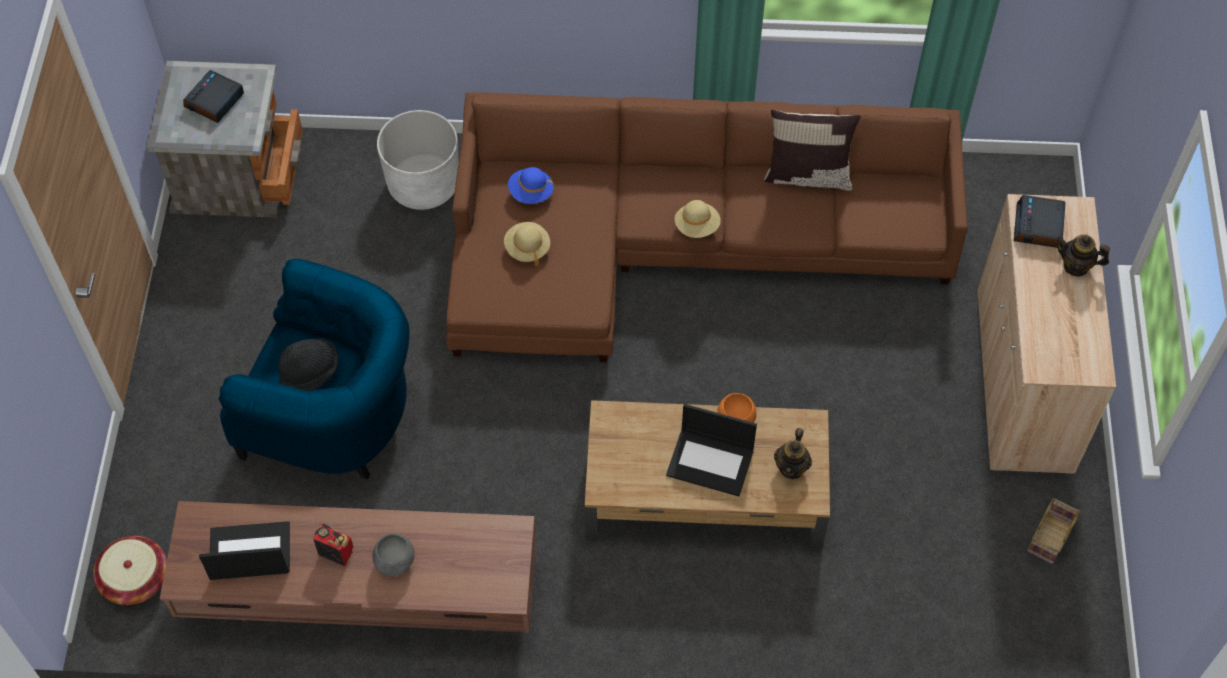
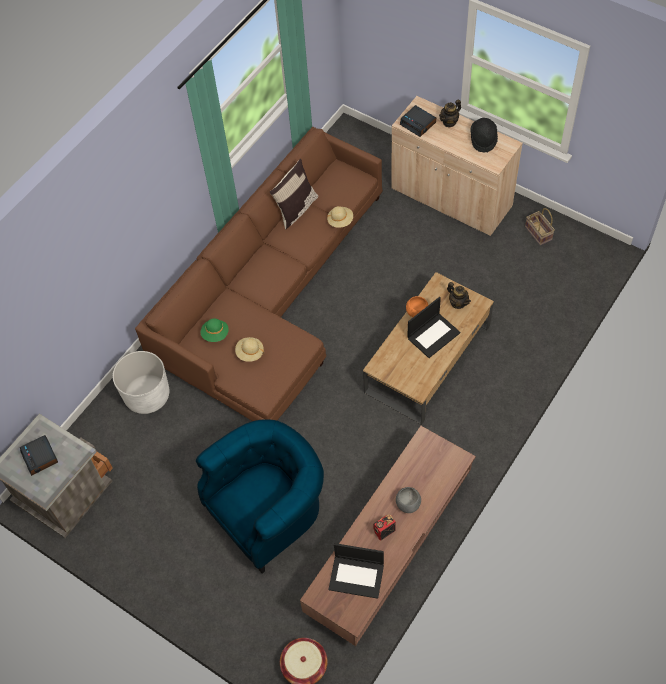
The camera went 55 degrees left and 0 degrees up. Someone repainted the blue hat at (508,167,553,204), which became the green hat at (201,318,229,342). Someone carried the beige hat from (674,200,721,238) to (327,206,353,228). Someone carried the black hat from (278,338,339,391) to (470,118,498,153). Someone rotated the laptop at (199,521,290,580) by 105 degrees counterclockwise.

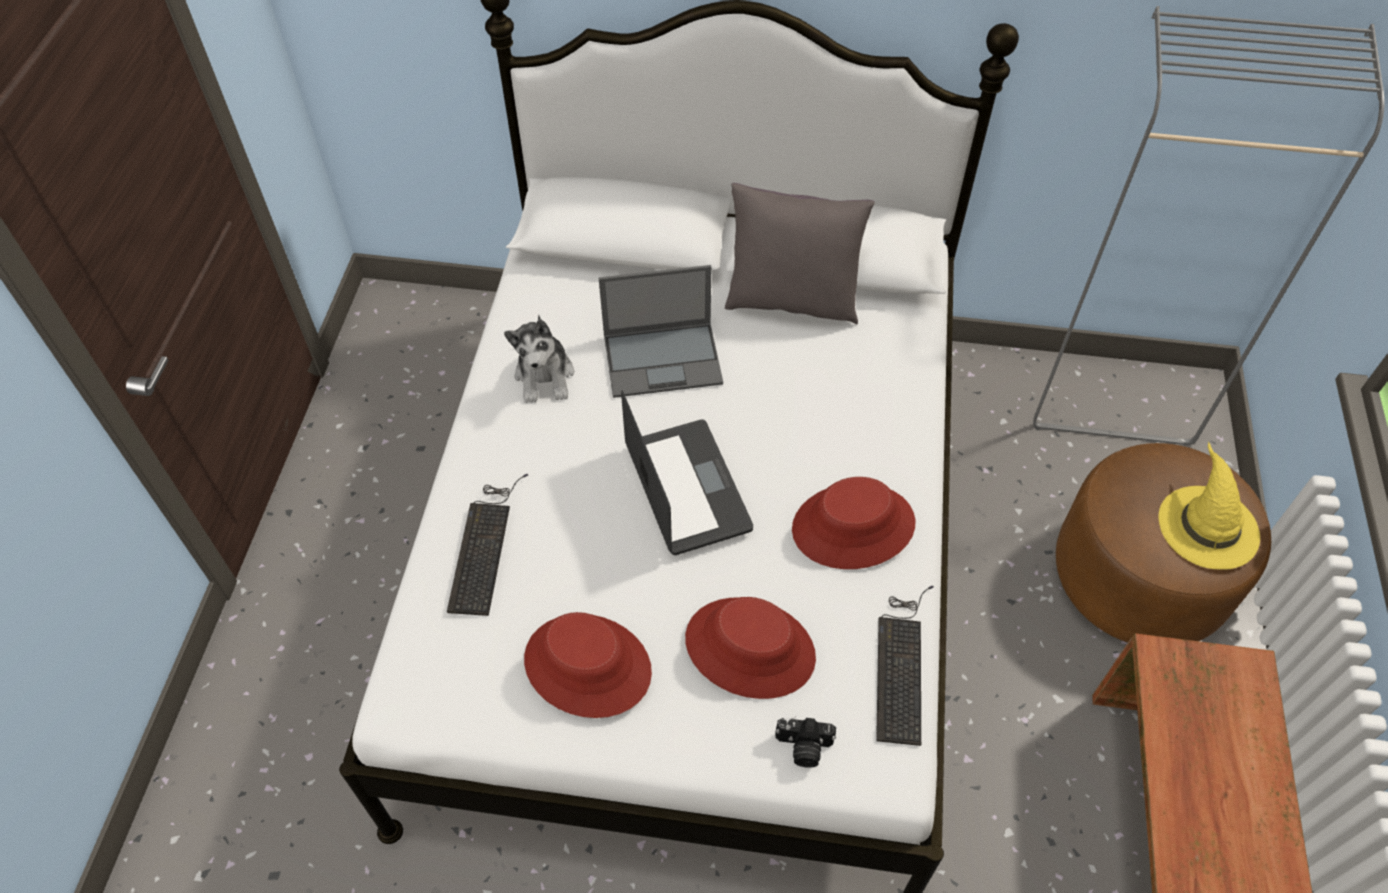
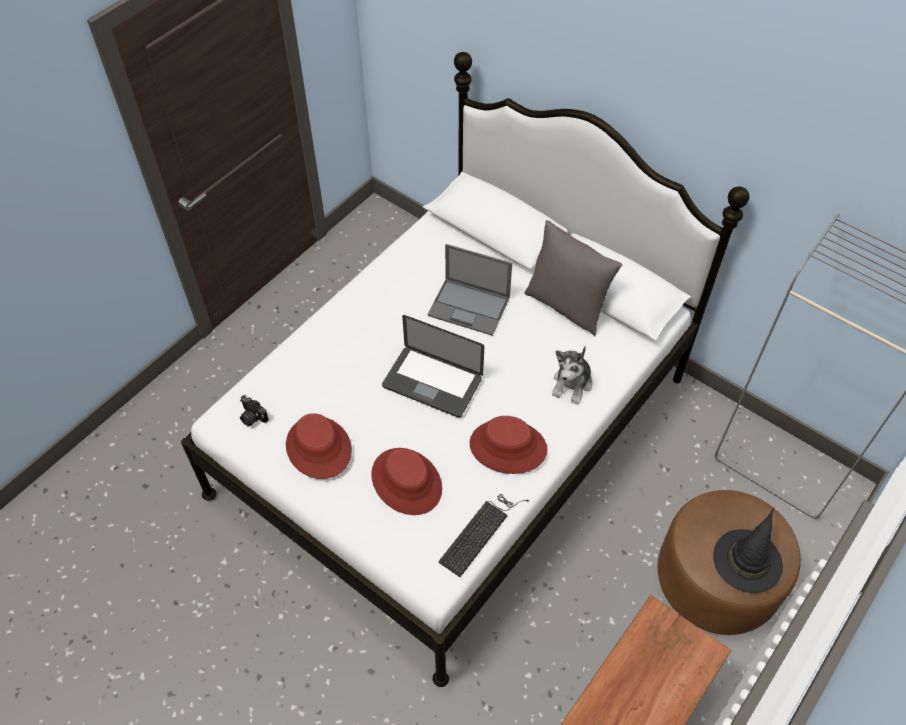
The camera went 30 degrees right and 0 degrees up. Someone carried the plush toy from (504,315,574,403) to (552,346,592,405). Someone rotated the laptop at (621,390,753,555) by 105 degrees clockwise. Someone repainted the yellow hat at (1159,442,1260,570), which became the black hat at (713,508,783,593). Someone took away the keyboard at (447,474,528,616). Someone carried the photo camera from (775,716,836,768) to (240,395,269,427).

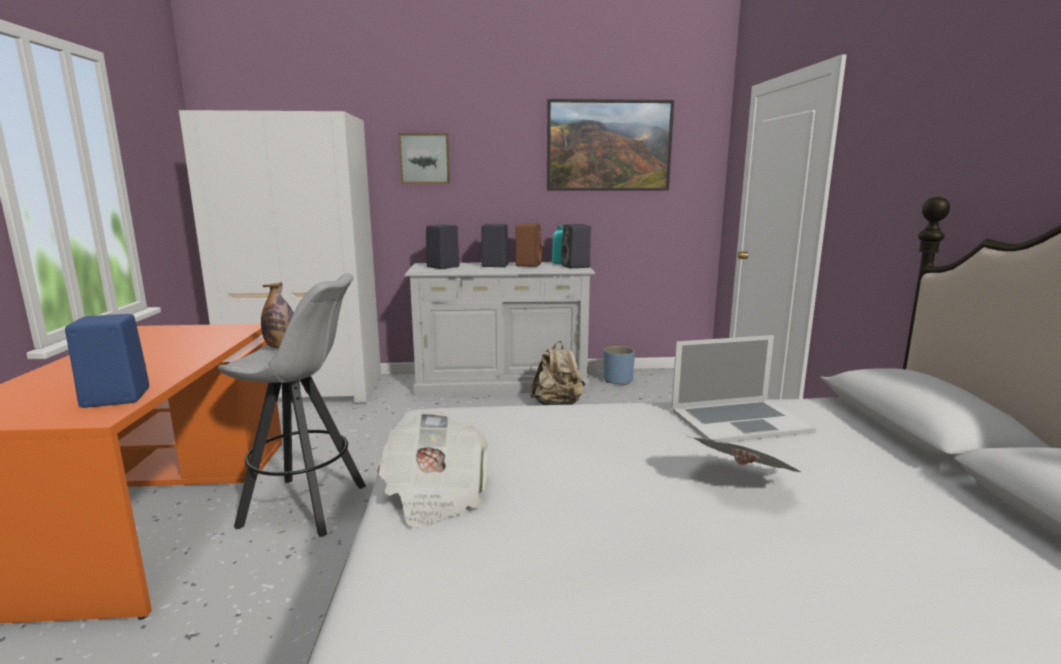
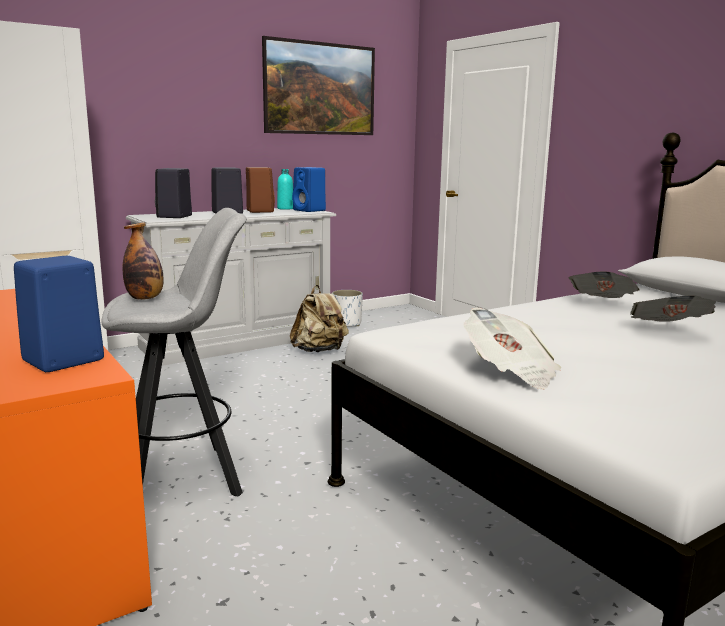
The camera went 30 degrees left and 0 degrees up. Someone took away the picture at (399,133,450,184). Someone repainted the black speaker at (561,224,591,268), which became the blue speaker at (292,167,326,212). Someone swapped the laptop at (671,335,816,442) for the newspaper at (569,272,640,298). Someone repainted the blue planter at (604,346,635,385), which became the white planter at (332,290,363,327).

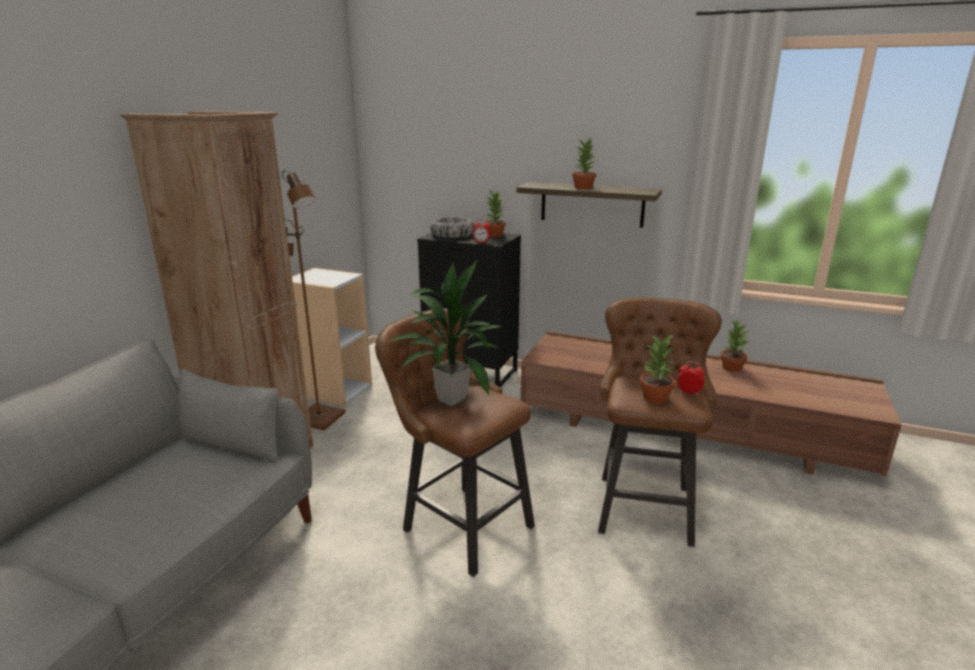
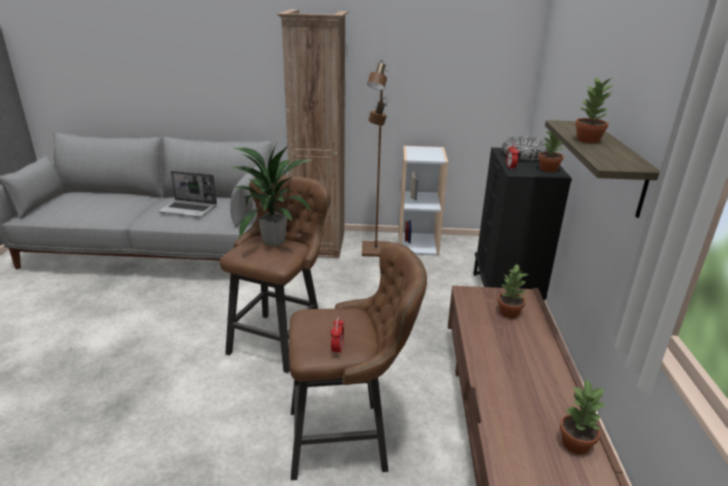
The camera went 70 degrees right and 5 degrees up. Someone carried the potted plant from (640,334,675,404) to (498,263,529,318). Someone put down the laptop at (158,171,217,217).

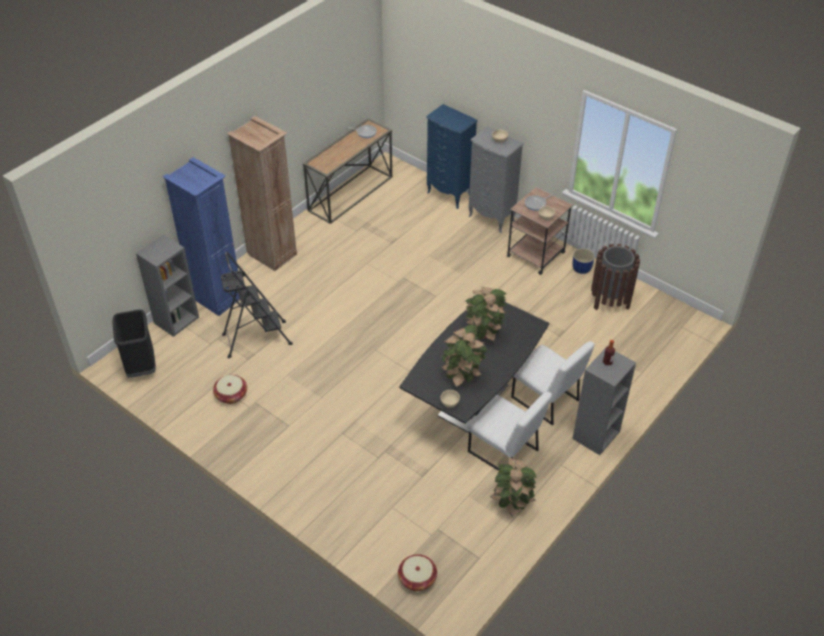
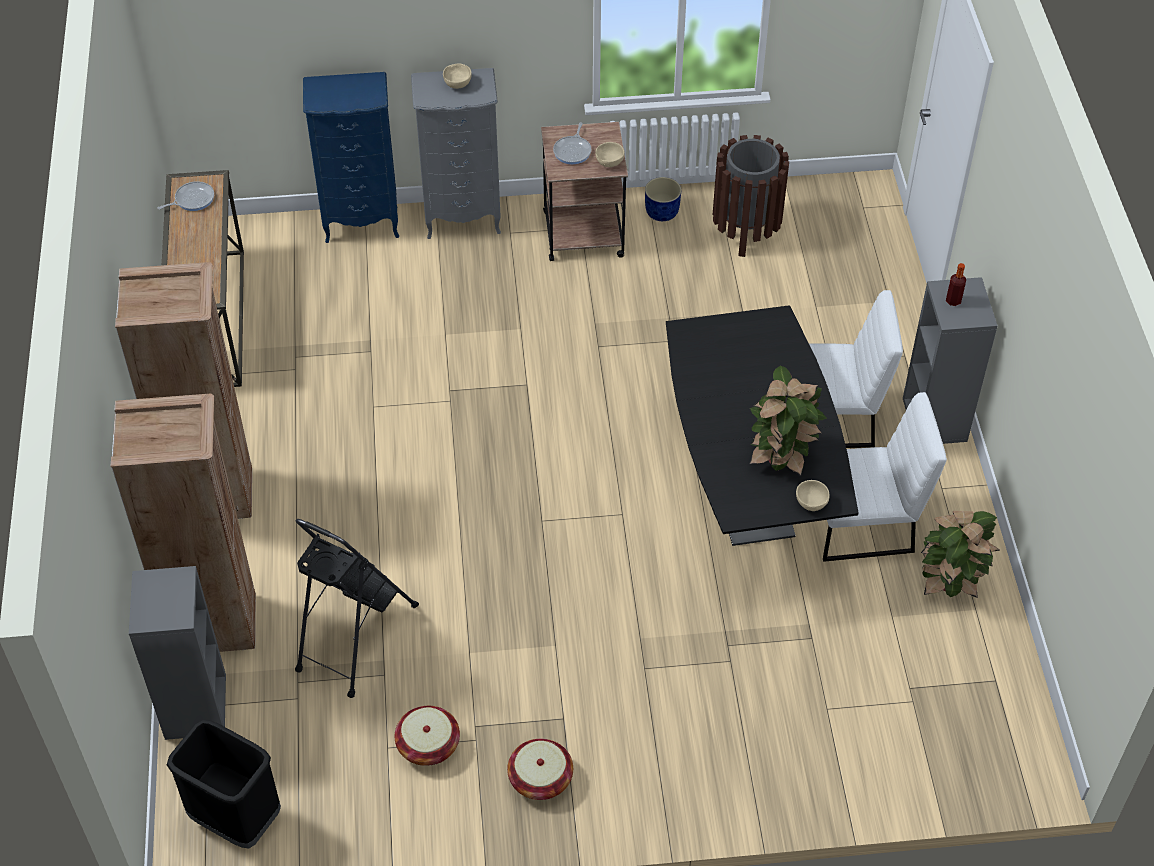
The camera went 45 degrees left and 5 degrees up. Someone repainted the blue cabinet at (163,157,240,316), which became the brown cabinet at (110,394,256,652). Someone took away the potted plant at (465,287,507,342). Someone carried the basket from (398,554,437,591) to (507,739,573,800).

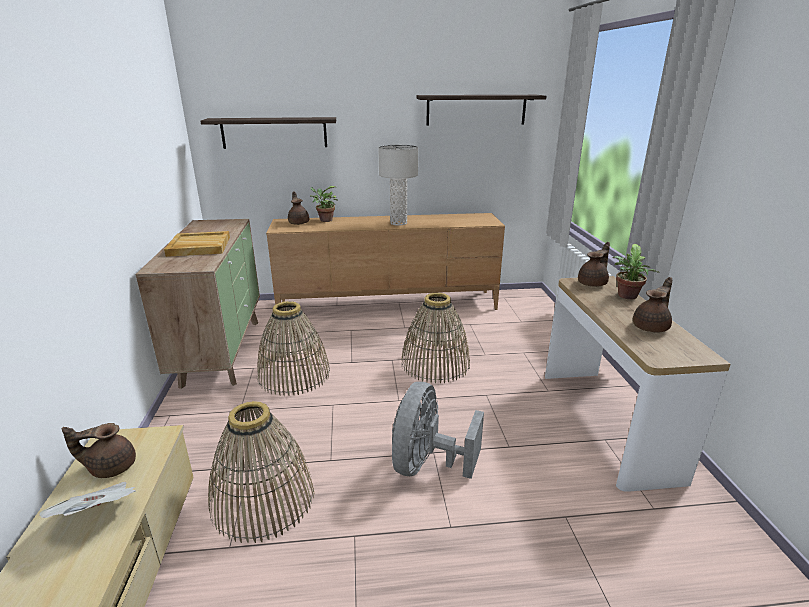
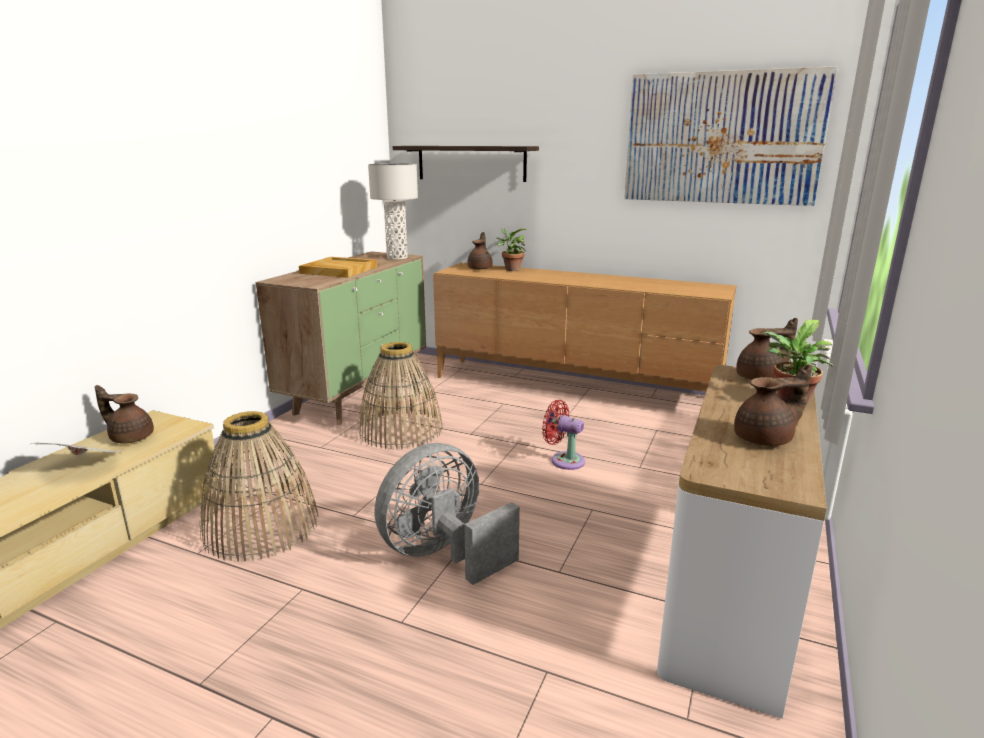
The camera went 30 degrees right and 5 degrees down. Someone swapped the shelf at (416,95,547,125) for the picture at (624,66,838,206). Someone carried the white table lamp from (378,145,418,226) to (368,163,418,260). Someone swapped the basket at (401,293,470,383) for the red fan at (542,400,585,470).

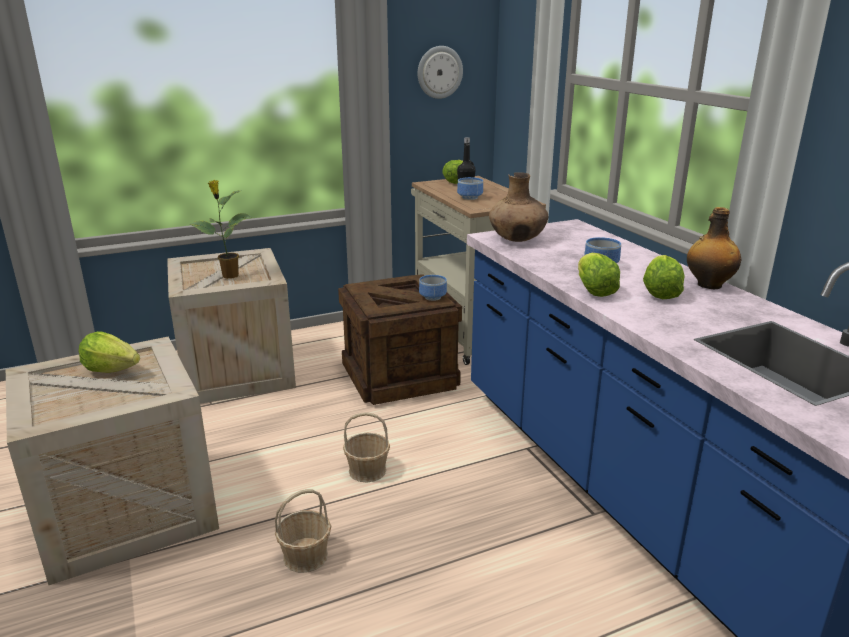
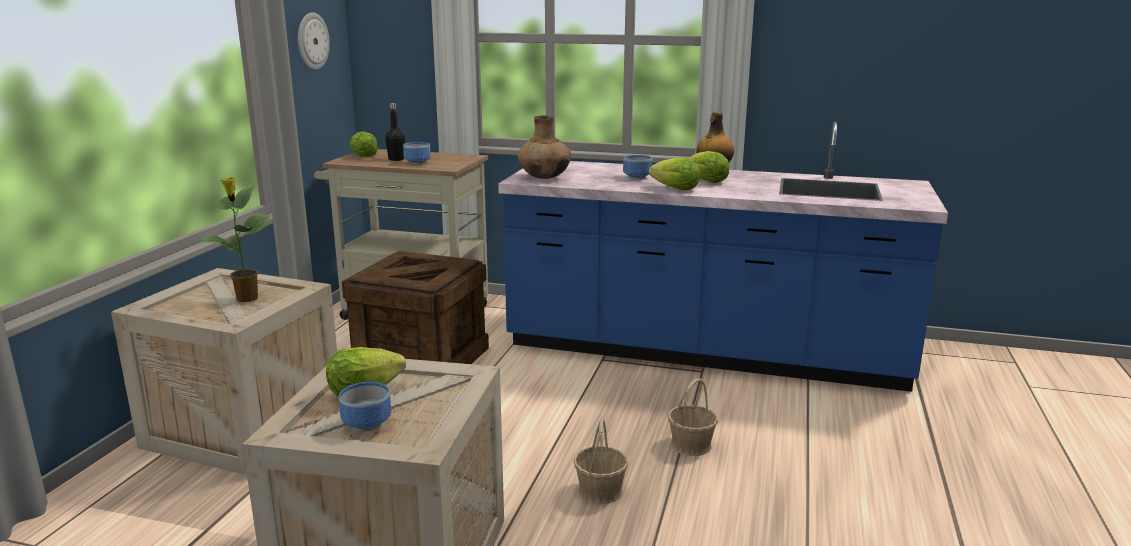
The camera went 50 degrees left and 5 degrees down. Someone carried the bowl from (419,275,447,301) to (339,382,391,431). Someone carried the basket from (343,412,390,483) to (668,378,718,456).

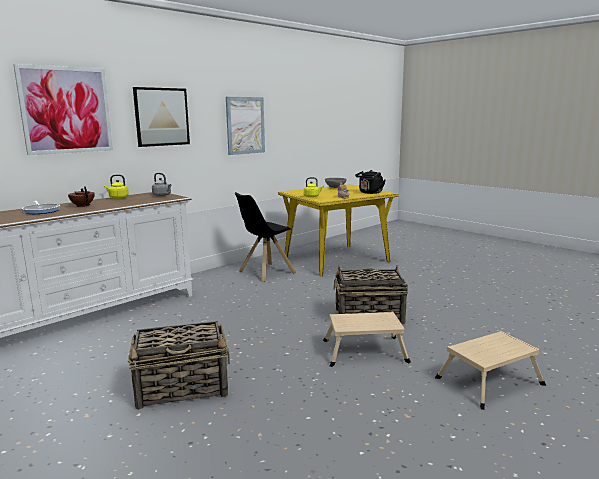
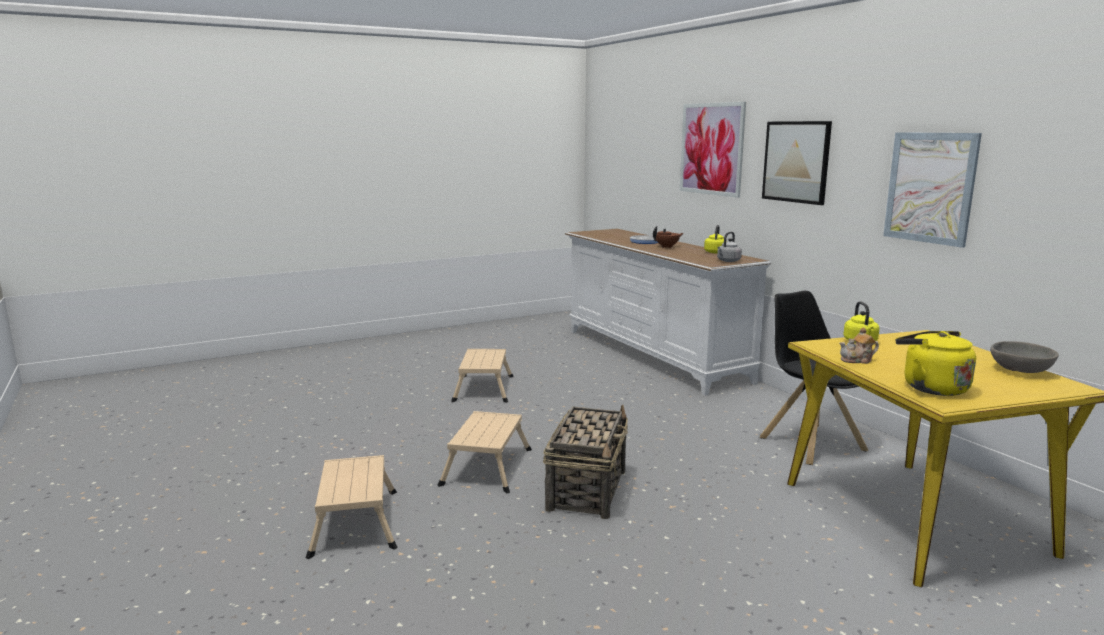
The camera went 105 degrees right and 0 degrees up. Someone repainted the black kettle at (355,170,385,194), which became the yellow kettle at (896,331,976,396). Someone swapped the basket at (128,321,230,410) for the beige step ladder at (451,349,514,403).

